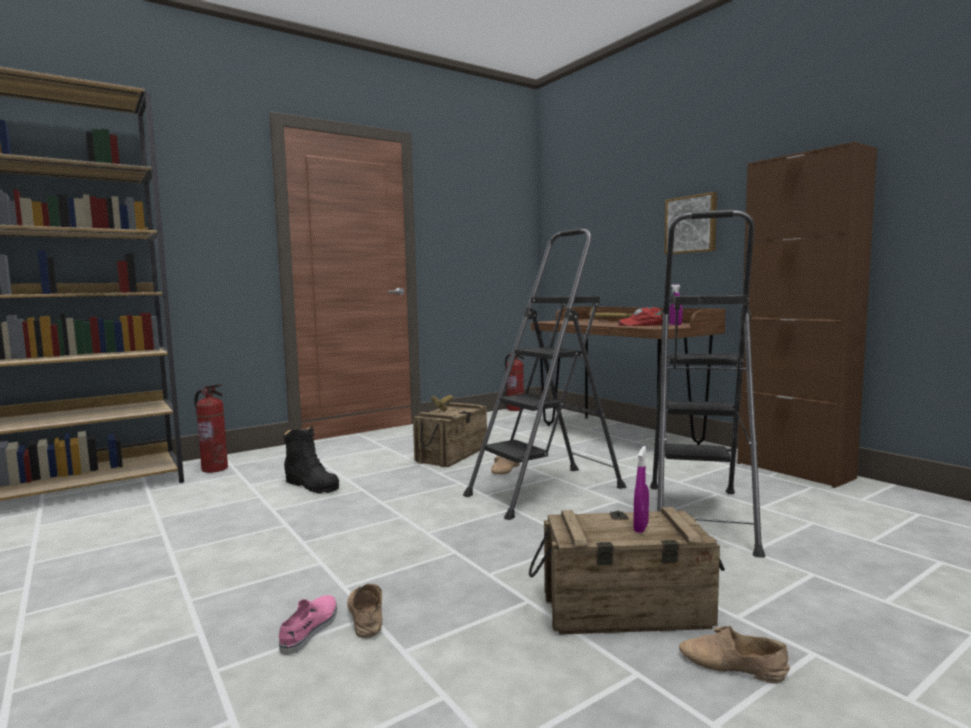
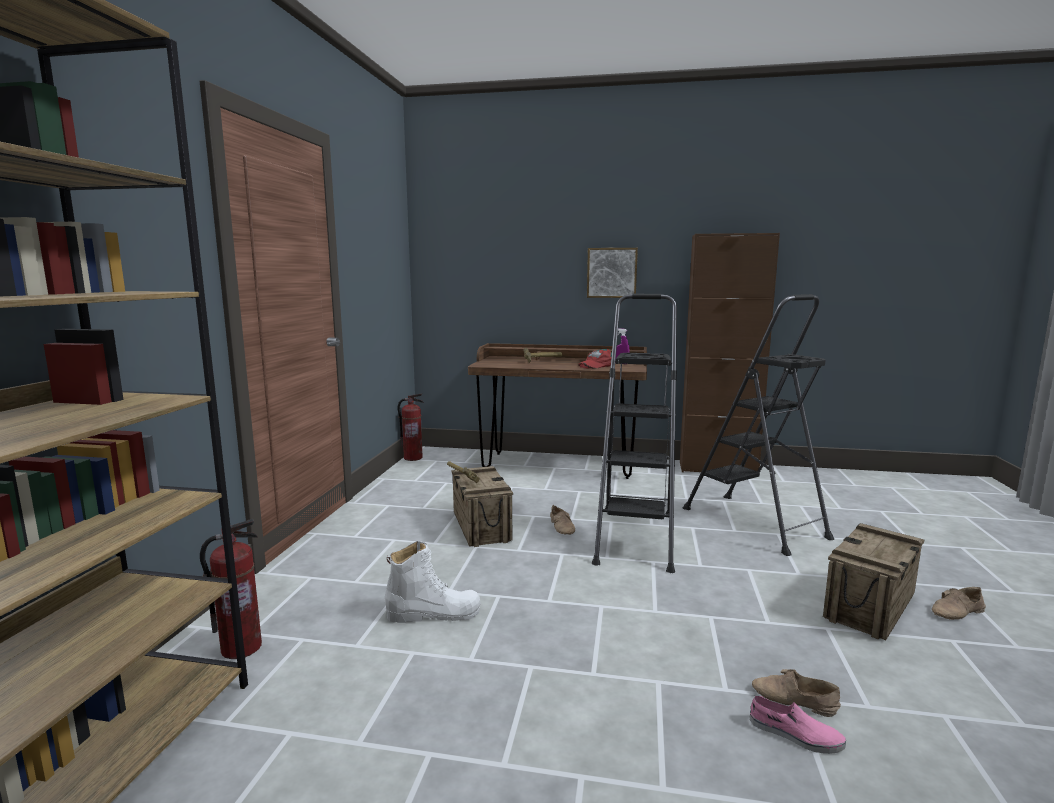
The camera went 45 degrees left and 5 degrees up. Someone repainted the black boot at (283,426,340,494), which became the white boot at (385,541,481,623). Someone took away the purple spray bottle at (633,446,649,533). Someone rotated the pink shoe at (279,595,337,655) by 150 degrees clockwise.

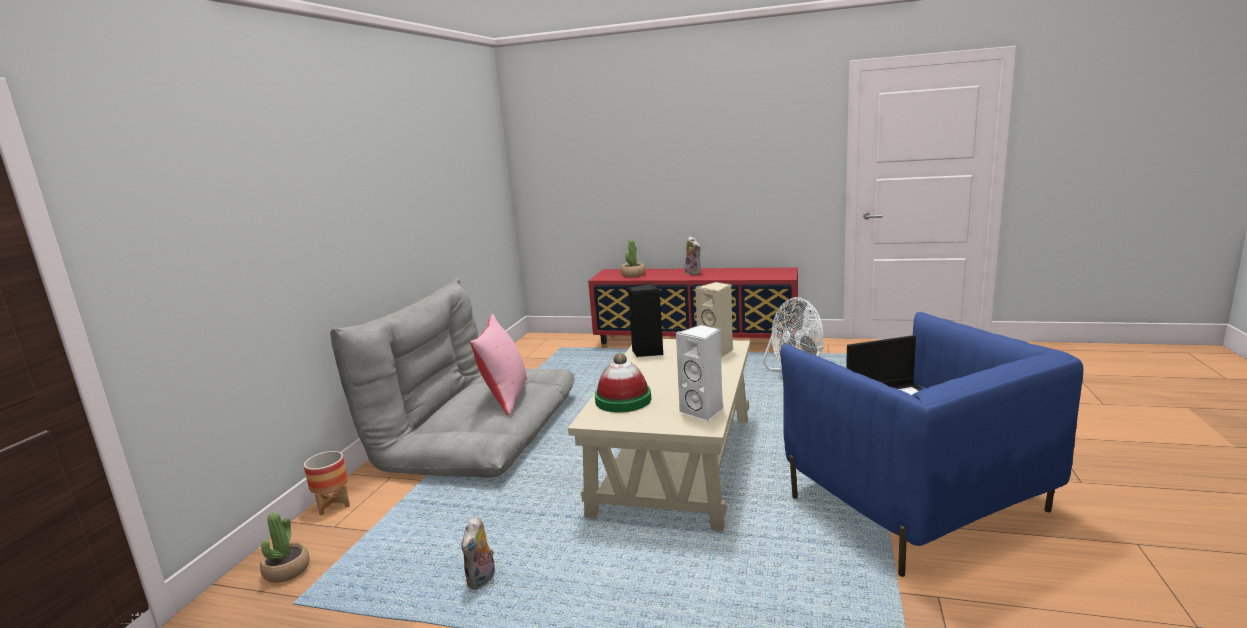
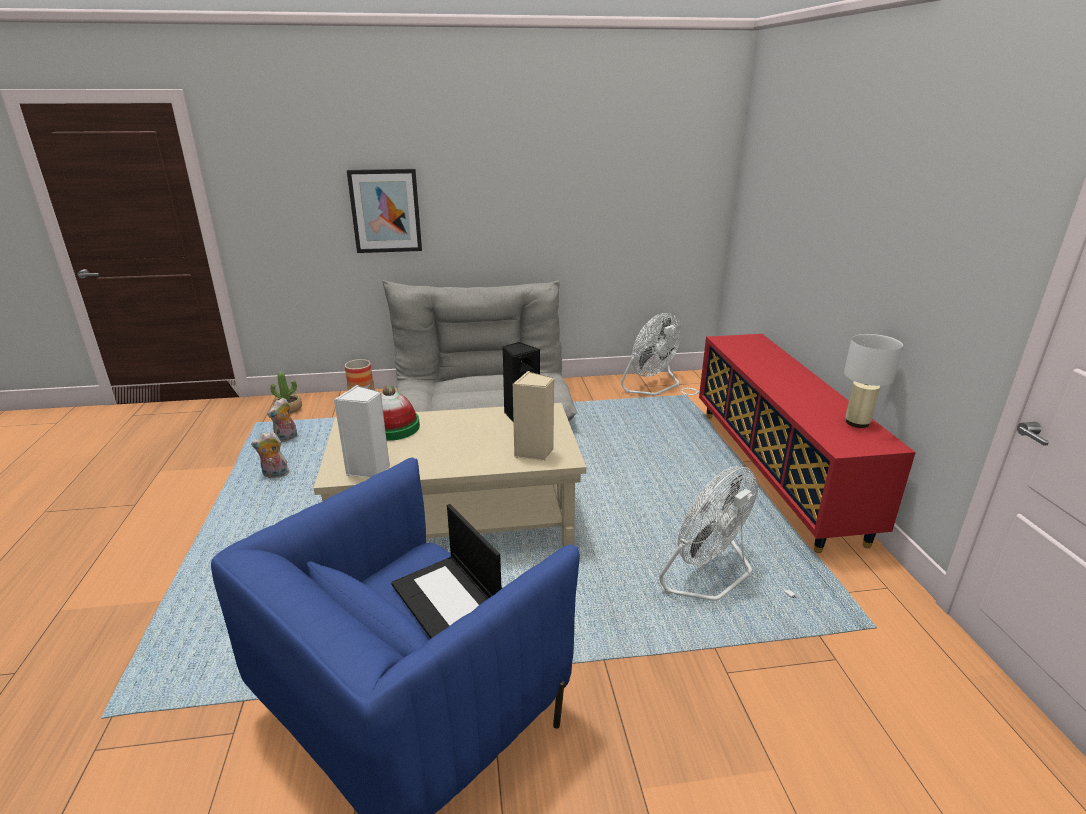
The camera went 65 degrees right and 10 degrees up. Someone carried the plush toy from (685,236,701,275) to (267,398,297,442). Someone took away the potted plant at (621,239,645,277). Someone took away the pink pillow at (470,314,527,415). Someone put up the picture at (347,169,422,253). Someone put down the white fan at (621,313,700,395). Someone put down the white table lamp at (844,334,903,428).

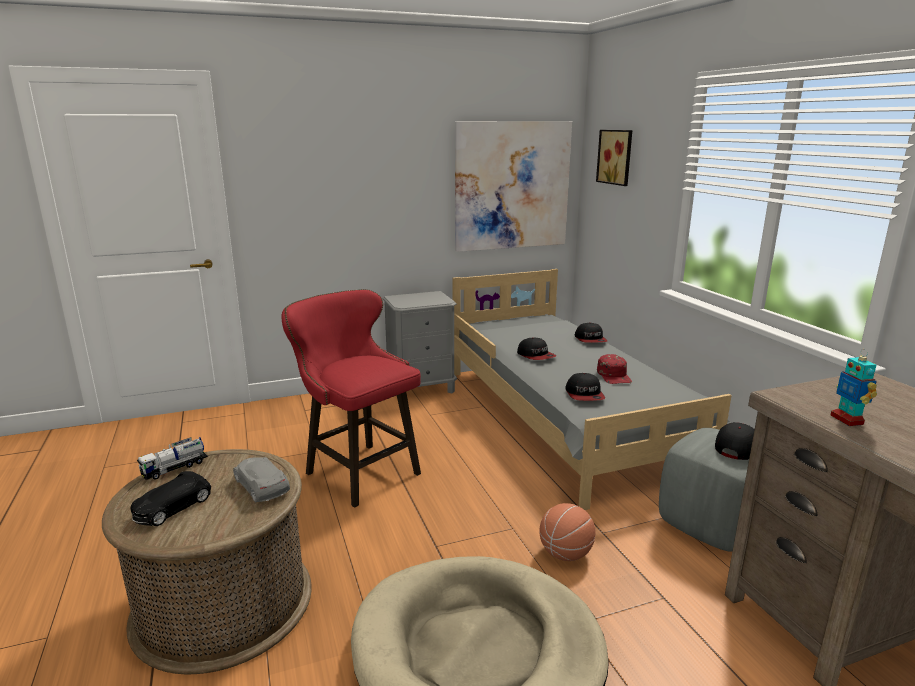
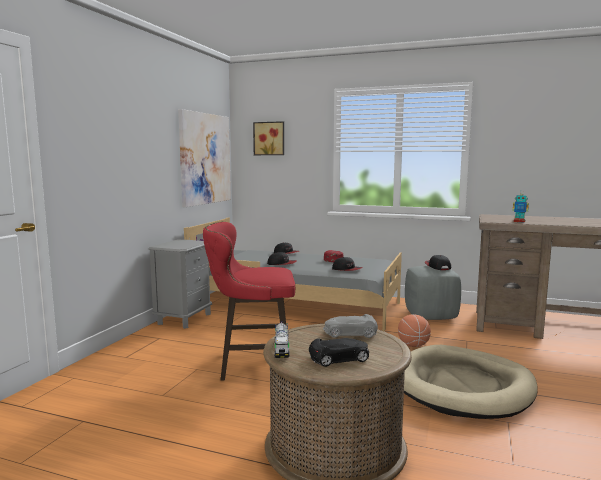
The camera went 50 degrees left and 10 degrees down. Someone rotated the black toy car at (131,471,211,526) by 90 degrees counterclockwise.

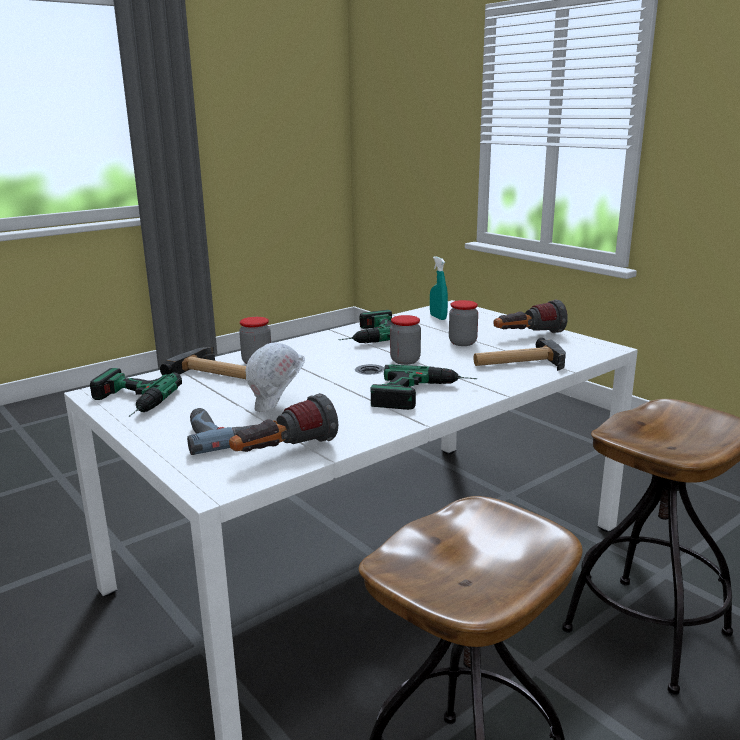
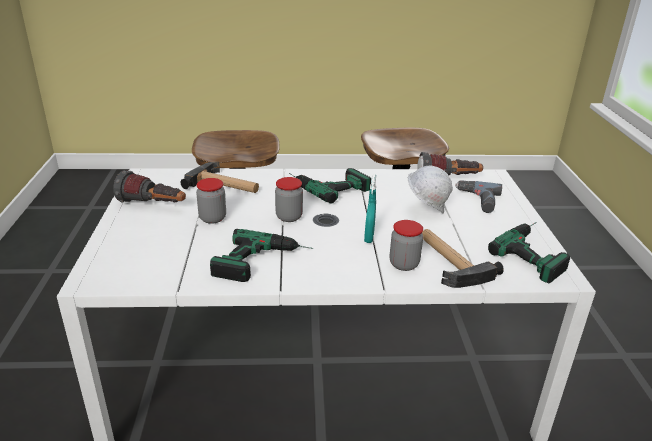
The camera went 145 degrees left and 10 degrees up. Someone carried the turquoise spray bottle from (430,256,448,320) to (364,174,376,243).

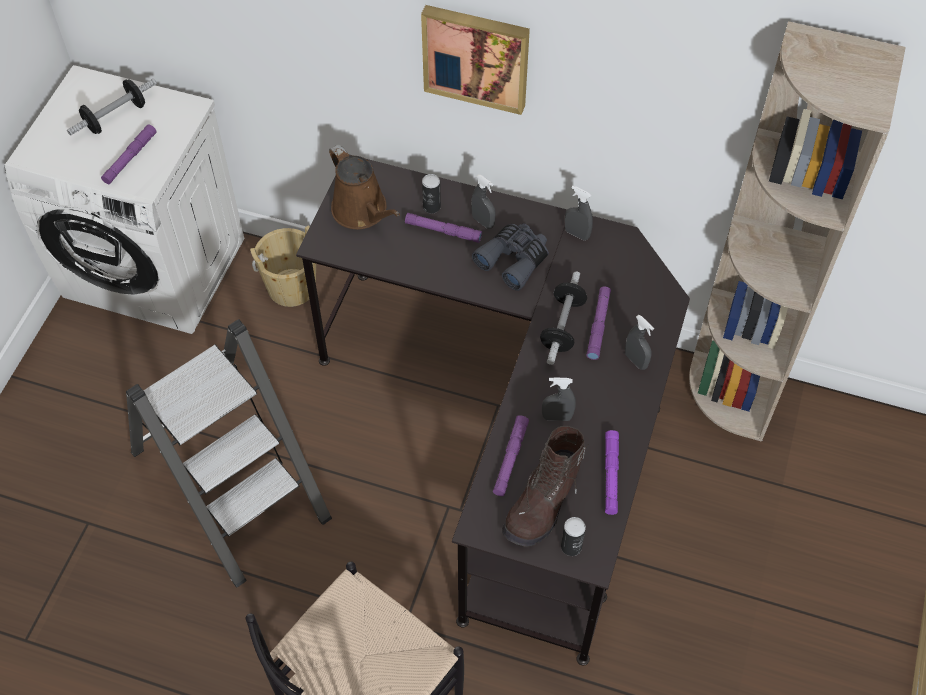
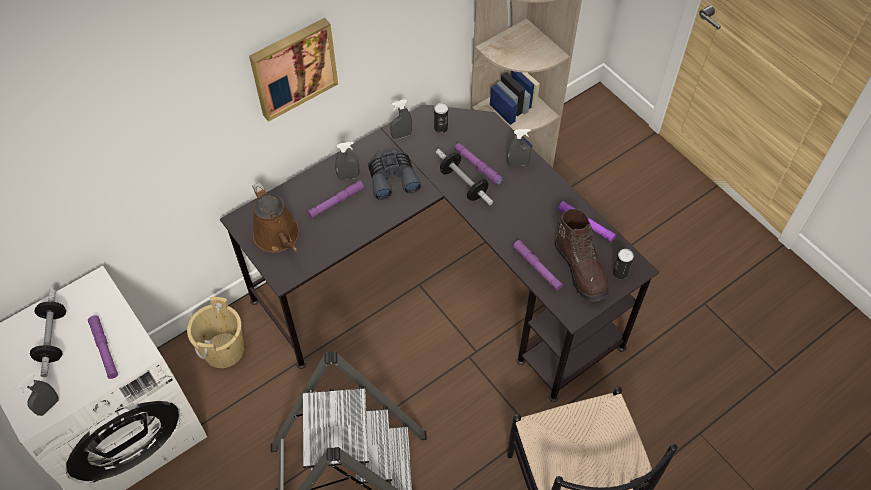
The camera went 55 degrees left and 0 degrees up. Someone rotated the brown watering can at (329,144,400,229) by 60 degrees clockwise. Someone carried the can from (422,174,441,213) to (434,103,448,134). Someone carried the grey spray bottle from (542,377,576,421) to (16,374,59,416).

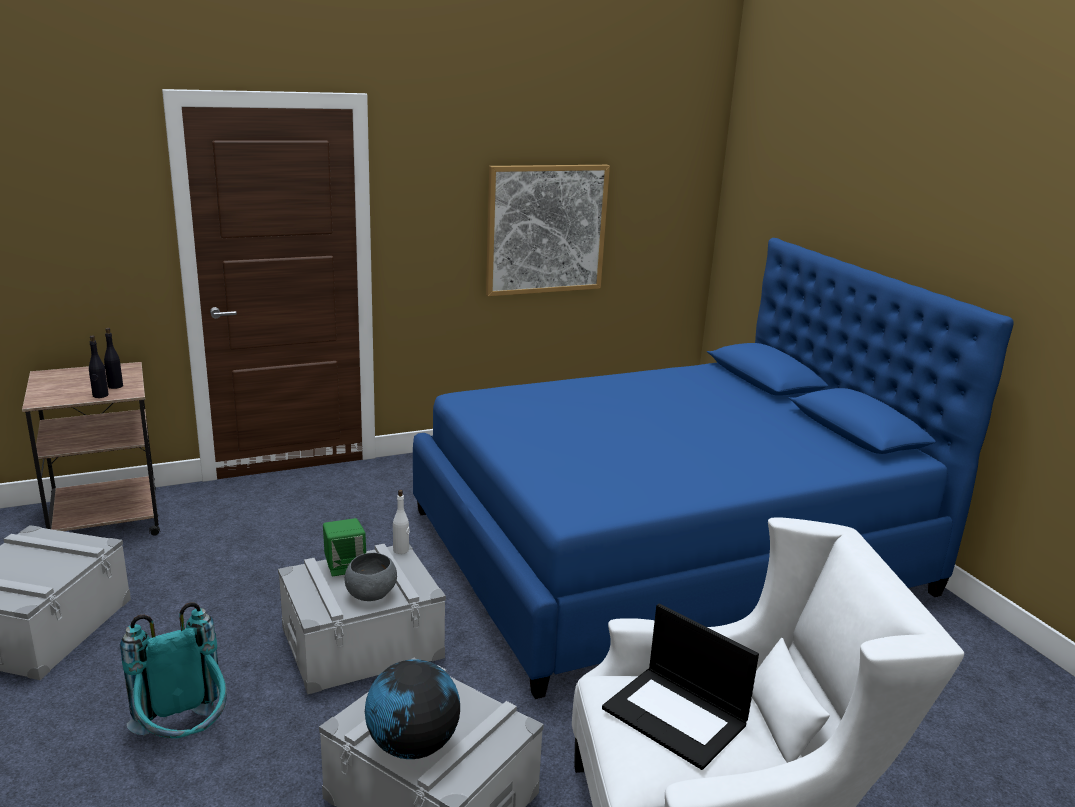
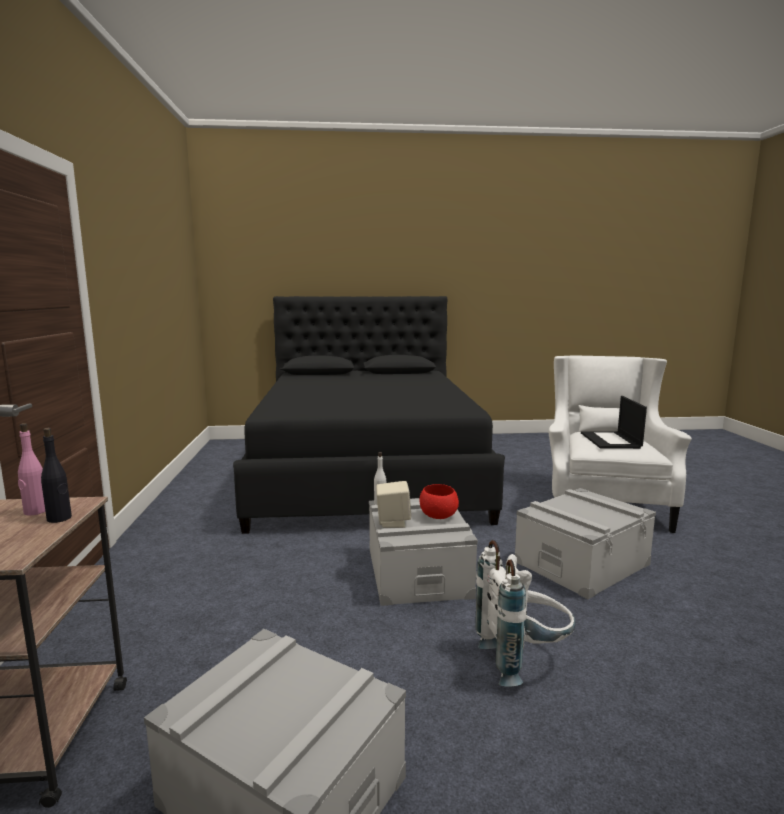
The camera went 70 degrees left and 10 degrees down. Someone took away the picture at (486,165,610,296). Someone repainted the blue bed at (413,238,1014,699), which became the black bed at (233,296,505,534). Someone repainted the black bottle at (104,328,123,389), which became the pink bottle at (18,423,46,516). Someone repainted the green speaker at (323,518,366,576), which became the beige speaker at (376,481,411,528). Someone repainted the grey bowl at (345,553,397,601), which became the red bowl at (420,484,459,519). Someone repainted the turquoise backpack at (120,602,227,738), which became the white backpack at (475,540,576,686). Someone rotated the laptop at (602,604,759,770) by 120 degrees clockwise. Someone took away the globe at (365,659,460,759).

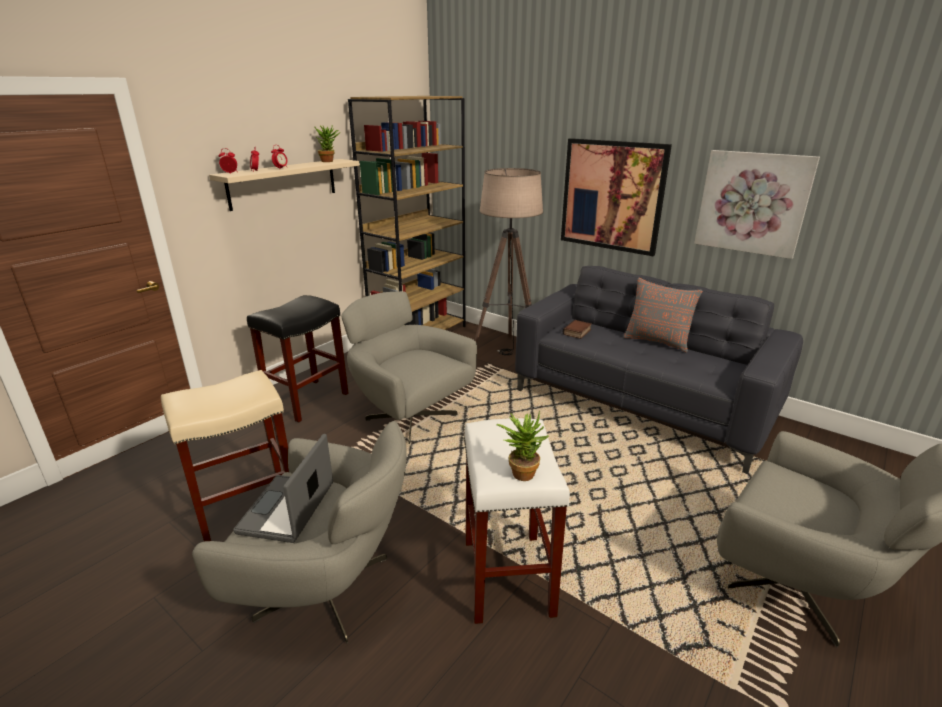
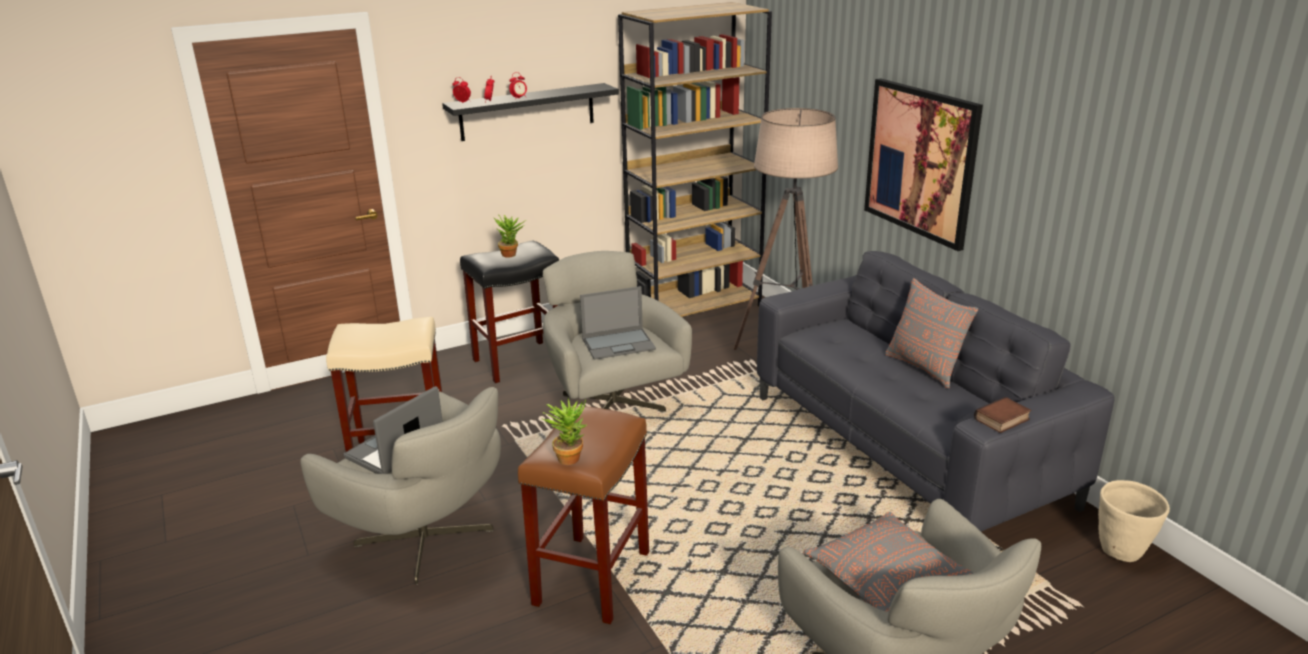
The camera went 25 degrees right and 0 degrees up. Someone carried the potted plant from (314,126,340,162) to (494,214,526,258). Someone took away the picture at (694,150,820,259). Someone repainted the beige shelf at (209,159,359,211), which became the black shelf at (442,83,619,141). Someone carried the book from (563,320,592,339) to (974,397,1031,433). Someone repainted the white stool at (464,418,570,624), which became the brown stool at (518,406,649,624). Someone put down the laptop at (580,286,656,360). Someone put down the beige planter at (1098,480,1170,562). Someone put down the grey pillow at (803,512,973,612).

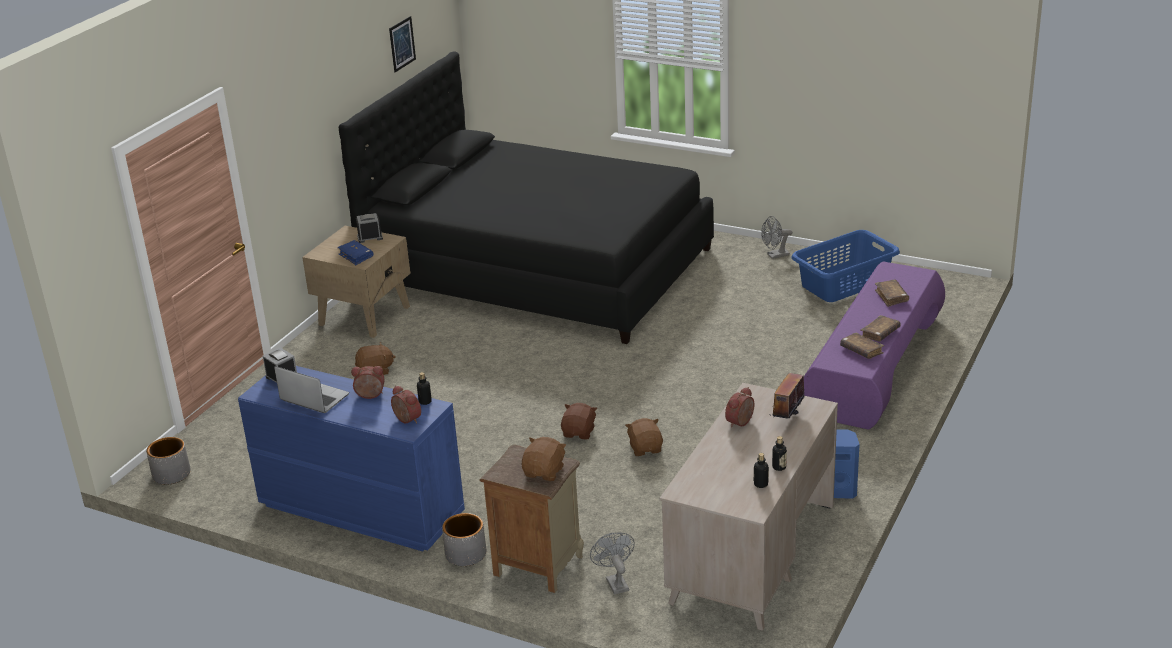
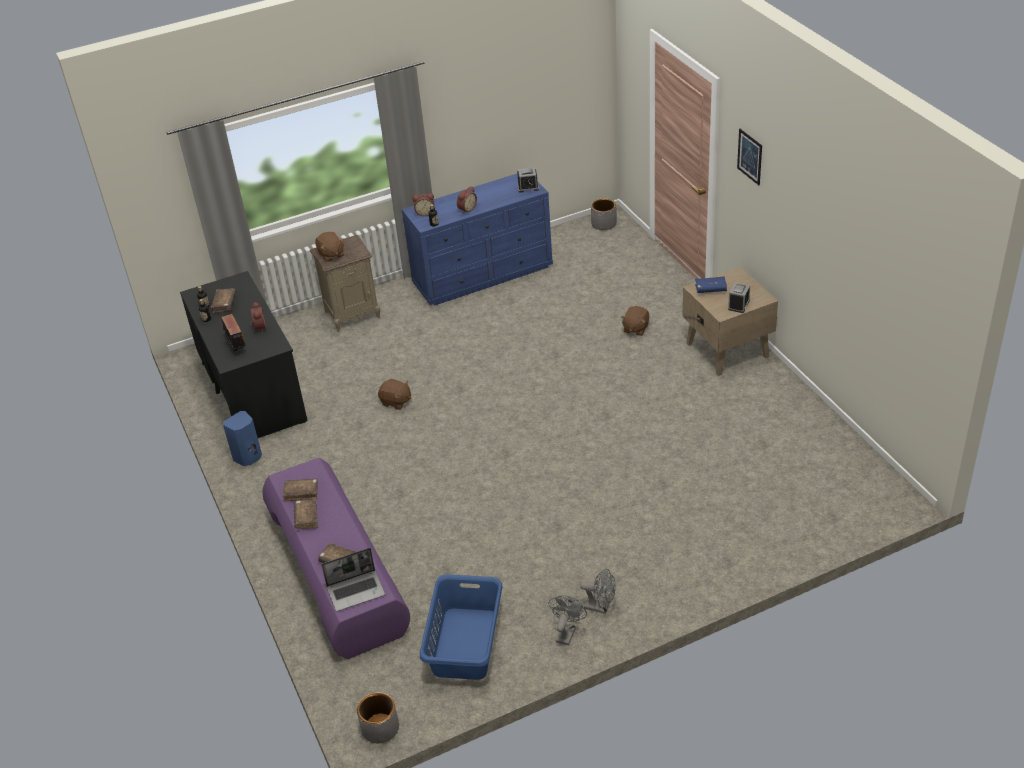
The camera went 130 degrees right and 10 degrees up. Someone carried the picture from (389,16,416,72) to (737,129,762,185). Someone took away the black bed at (338,51,714,344). Someone carried the laptop from (274,366,349,413) to (321,548,385,611). Someone repainted the beige desk at (660,383,838,631), which became the black desk at (180,271,308,438). Someone took away the brown plush toy at (561,403,597,440). Someone carried the grey planter from (442,513,486,566) to (357,692,399,743). Someone carried the grey fan from (590,533,635,595) to (580,569,616,614). Someone put down the brown book at (211,288,236,313).

